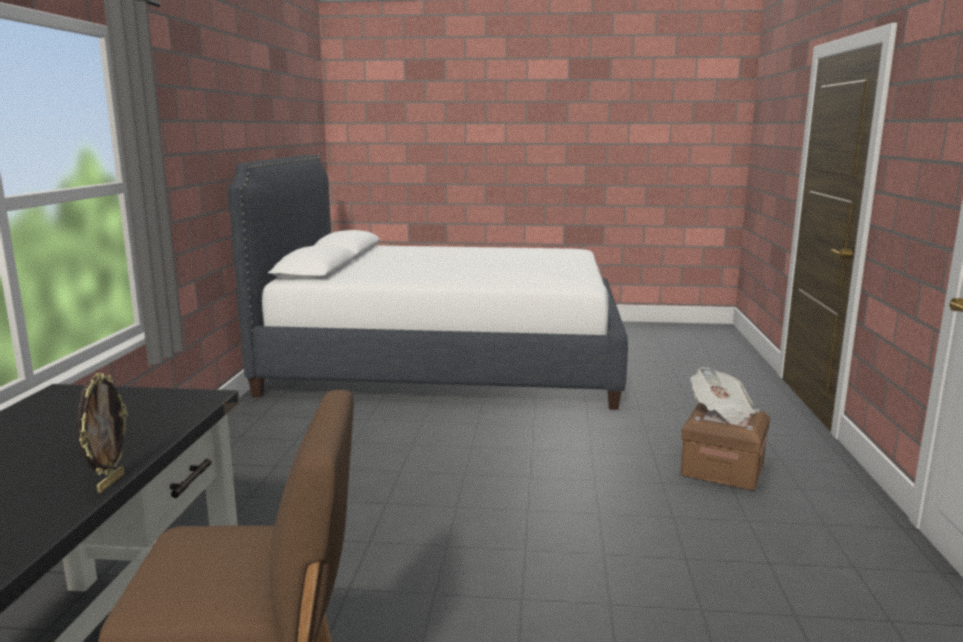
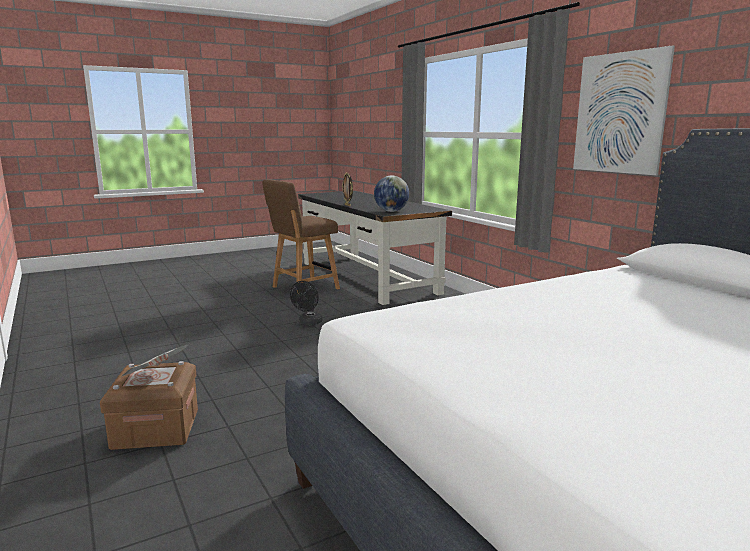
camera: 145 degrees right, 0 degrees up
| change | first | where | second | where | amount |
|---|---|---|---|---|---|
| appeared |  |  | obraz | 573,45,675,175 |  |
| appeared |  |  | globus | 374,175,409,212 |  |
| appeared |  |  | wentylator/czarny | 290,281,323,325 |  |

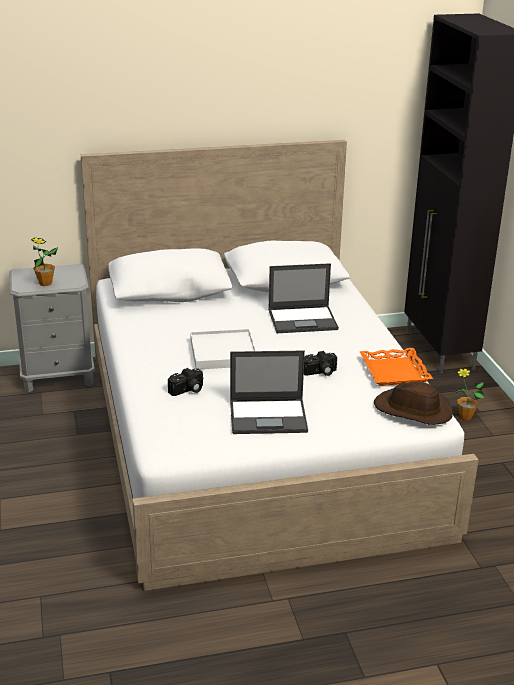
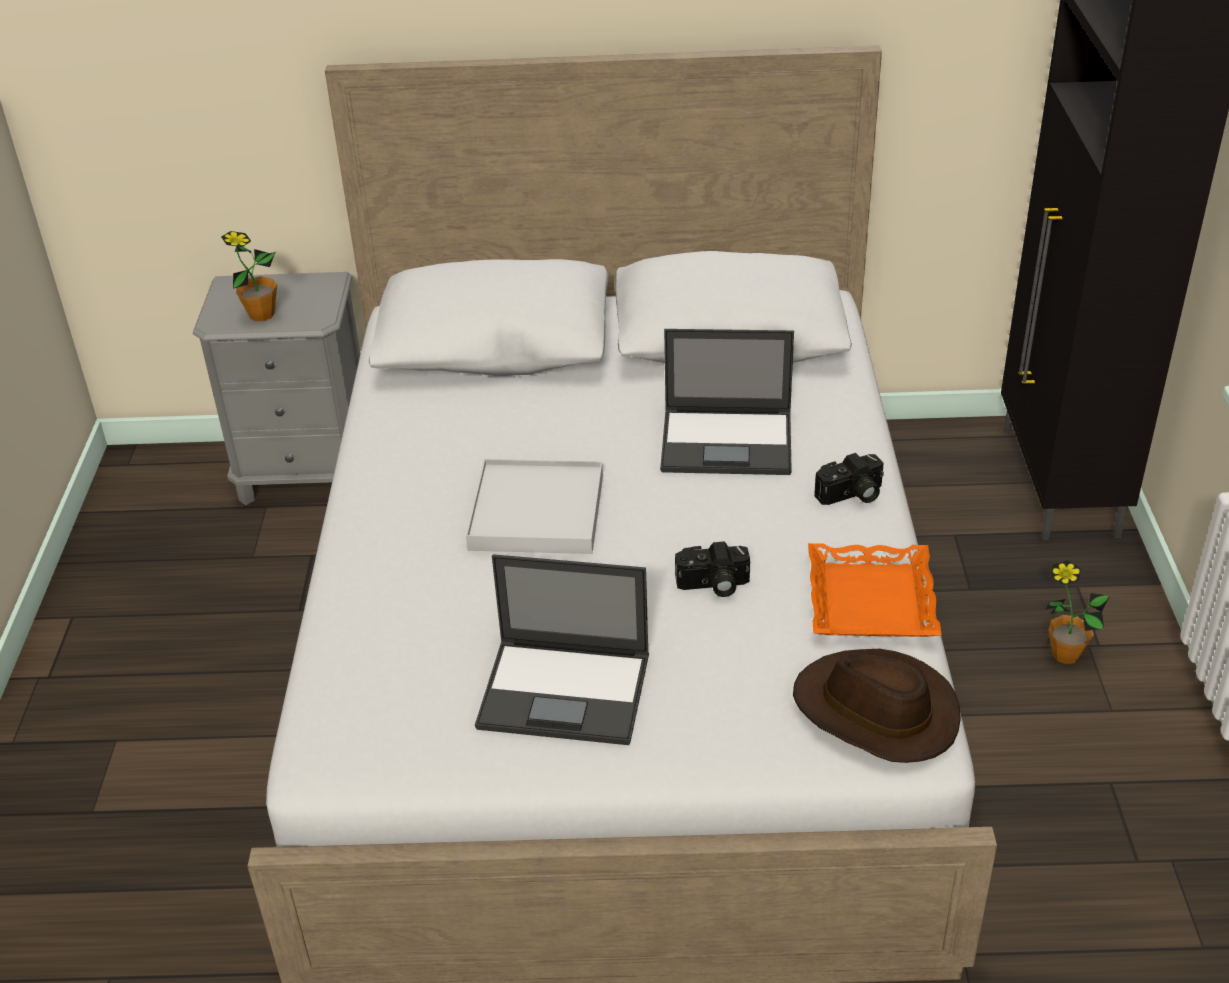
camera: 15 degrees right, 10 degrees up
| change | first | where | second | where | amount |
|---|---|---|---|---|---|
| relocated | aparat fotograficzny | 168,368,203,396 |  | 814,453,884,505 |  |

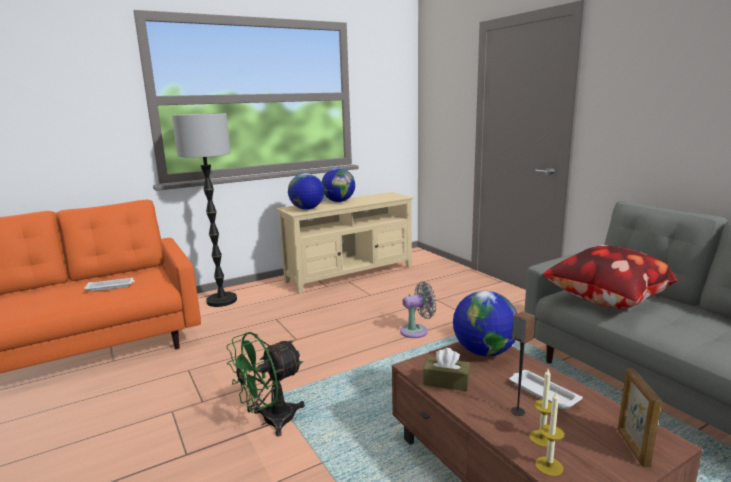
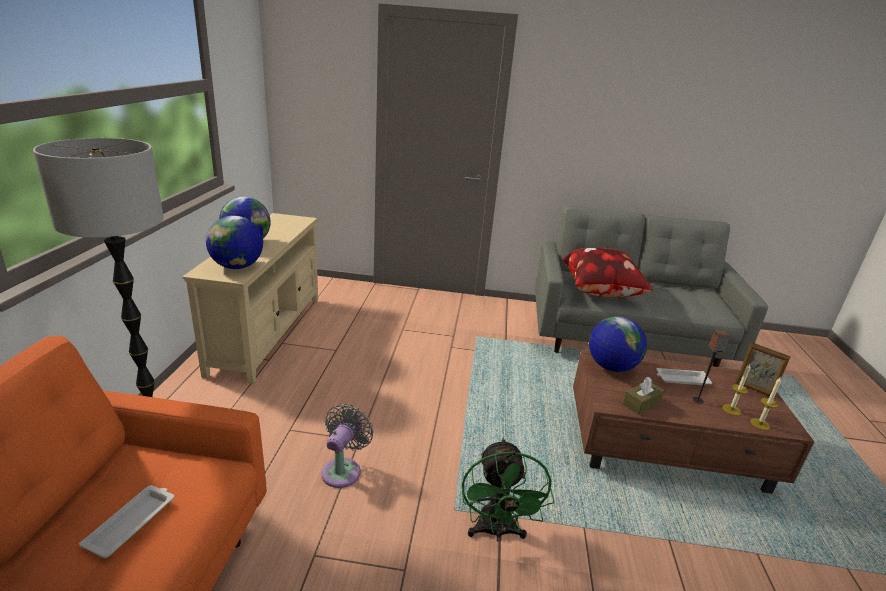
camera: 55 degrees left, 10 degrees up
| change | first | where | second | where | amount |
|---|---|---|---|---|---|
| relocated | wentylator/szary | 400,282,437,338 |  | 321,404,374,488 |  |

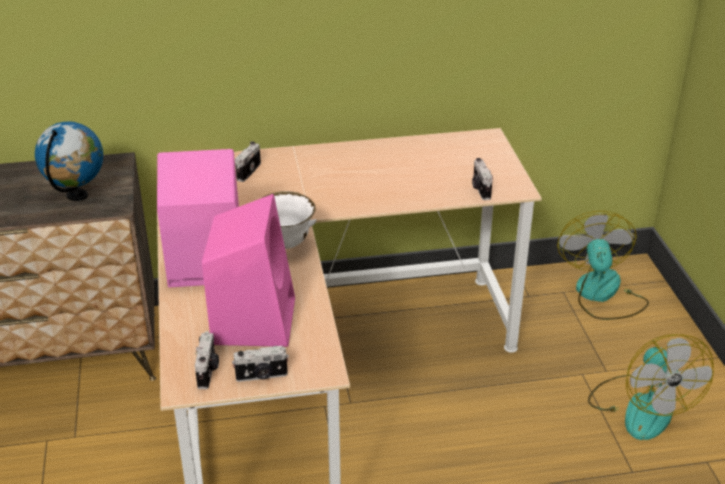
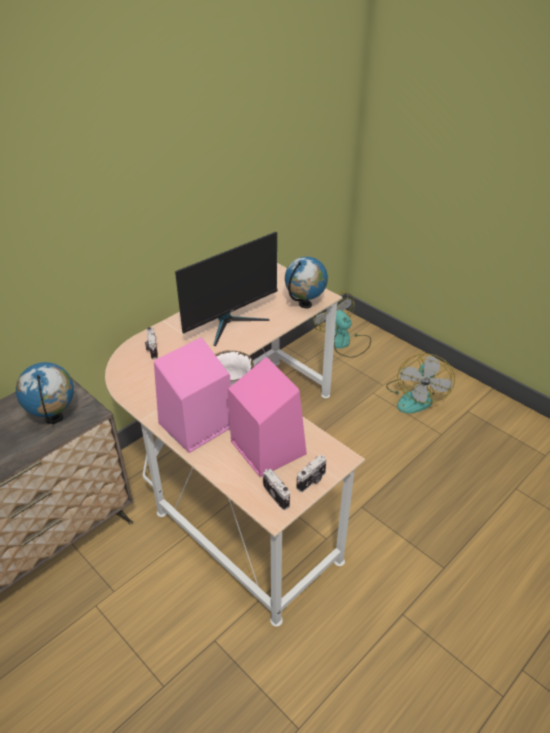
camera: 35 degrees left, 5 degrees up
| change | first | where | second | where | amount |
|---|---|---|---|---|---|
| exchanged | aparat fotograficzny | 472,158,493,200 | globus | 285,257,328,309 |  |
| spun | wentylator | 588,334,714,440 |  | 386,354,455,413 | 60 degrees clockwise |
| appeared |  |  | monitor | 175,232,277,346 |  |

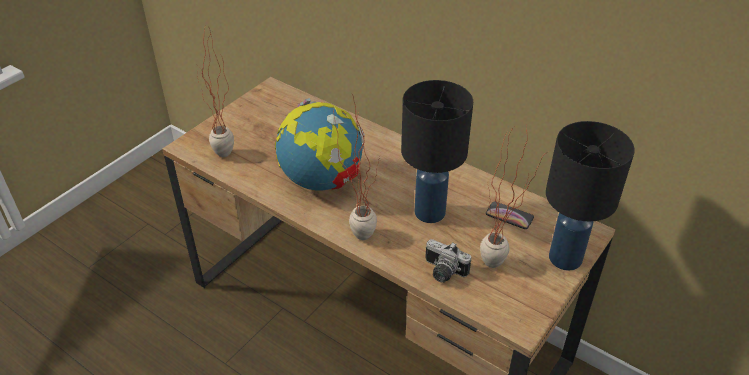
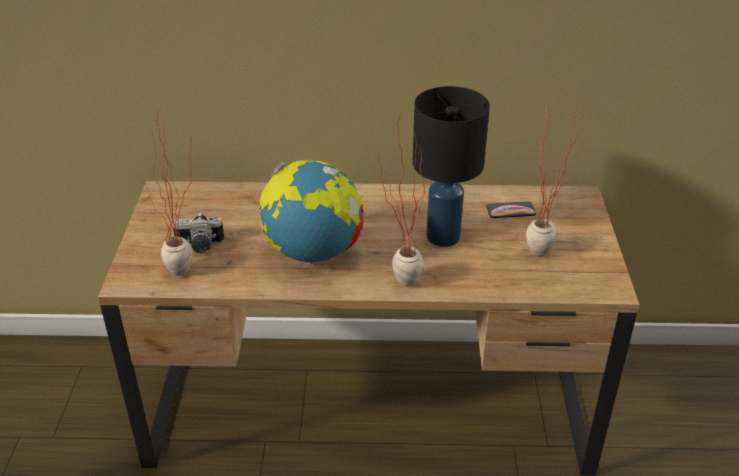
camera: 35 degrees left, 5 degrees down
| change | first | where | second | where | amount |
|---|---|---|---|---|---|
| missing | lampa stołowa/czarny | 546,121,635,271 |  |  |  |
| relocated | aparat fotograficzny | 425,239,471,283 |  | 173,212,224,254 |  |

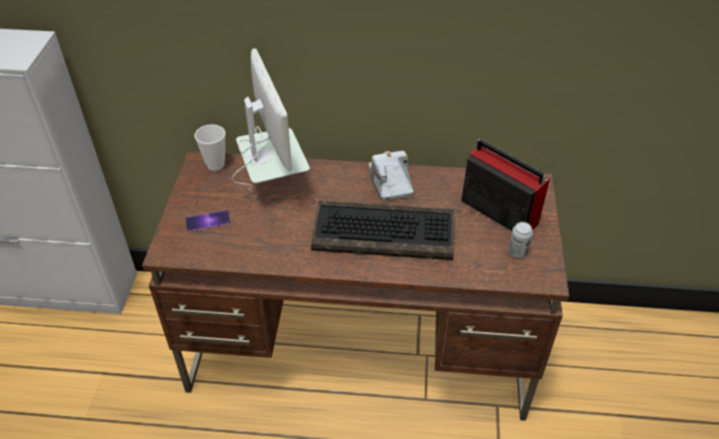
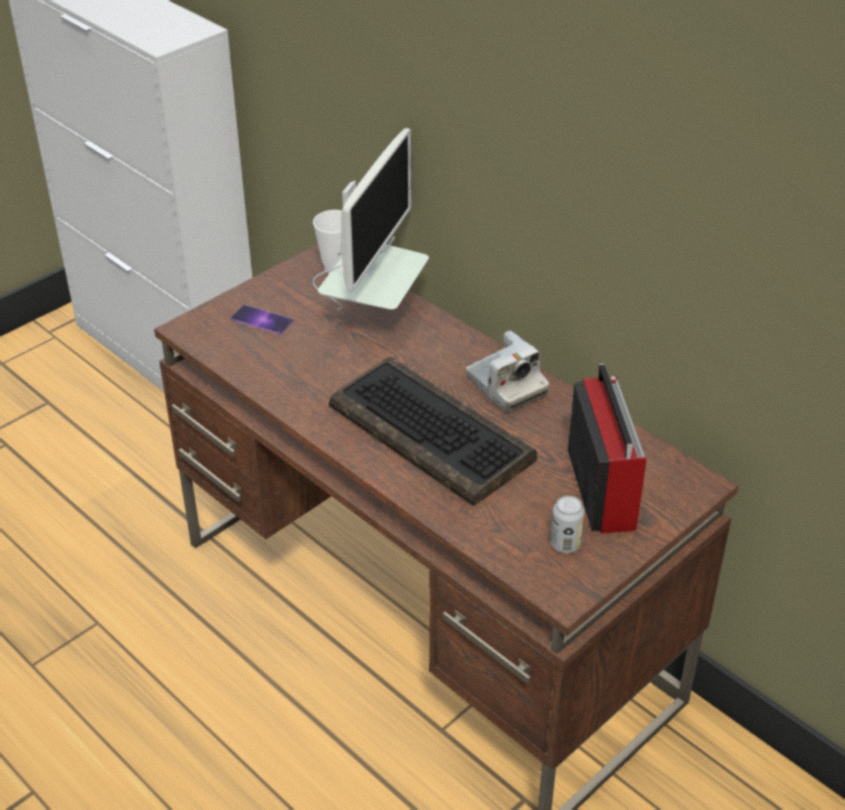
camera: 40 degrees right, 5 degrees down
| change | first | where | second | where | amount |
|---|---|---|---|---|---|
| spun | aparat fotograficzny | 369,151,413,201 |  | 466,330,549,413 | 120 degrees clockwise |

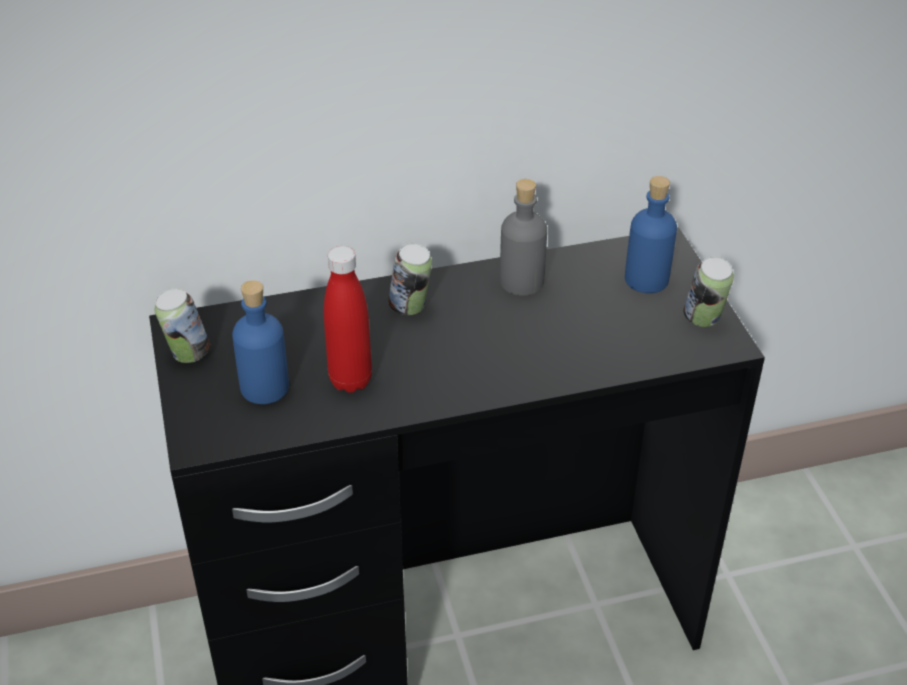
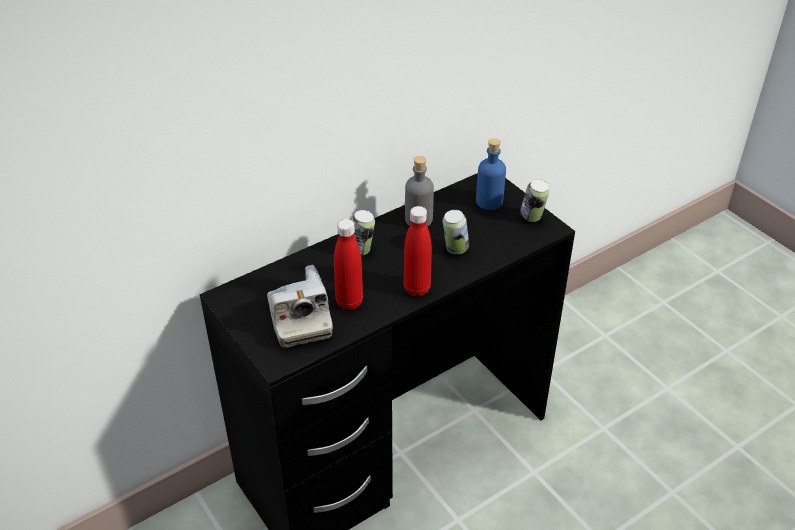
camera: 20 degrees left, 0 degrees up
| change | first | where | second | where | amount |
|---|---|---|---|---|---|
| exchanged | butelka/niebieski | 232,280,289,404 | aparat fotograficzny | 267,265,333,348 |  |
| relocated | puszka | 155,288,210,363 |  | 443,210,469,254 |  |
| appeared |  |  | butelka/czerwony | 404,206,432,296 |  |

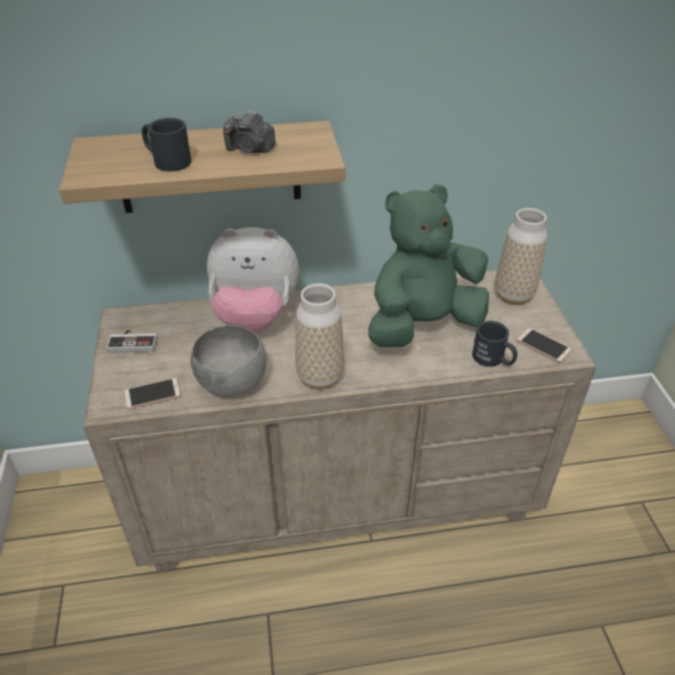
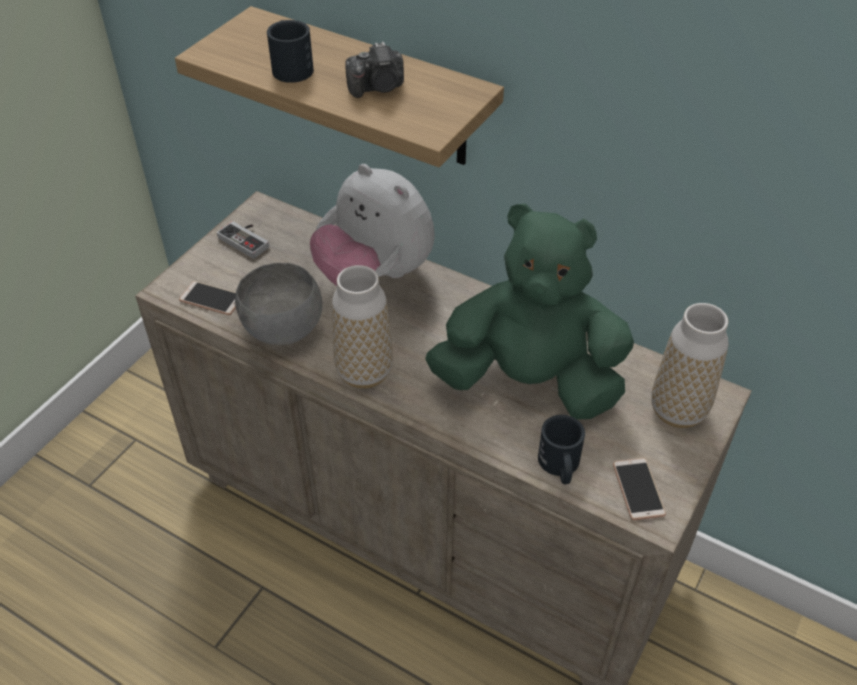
camera: 40 degrees right, 5 degrees up
| change | first | where | second | where | amount |
|---|---|---|---|---|---|
| spun | aparat fotograficzny | 223,111,276,153 |  | 345,42,404,98 | 75 degrees counterclockwise |

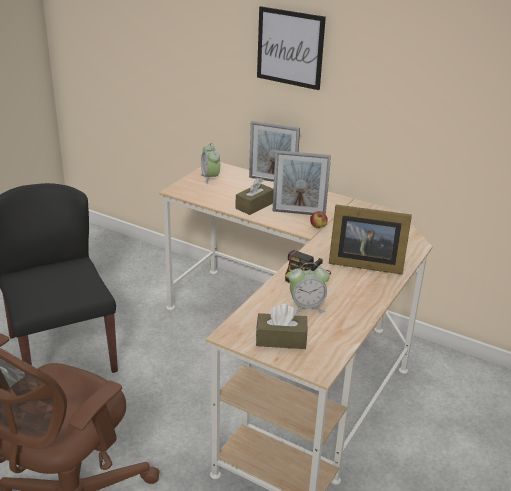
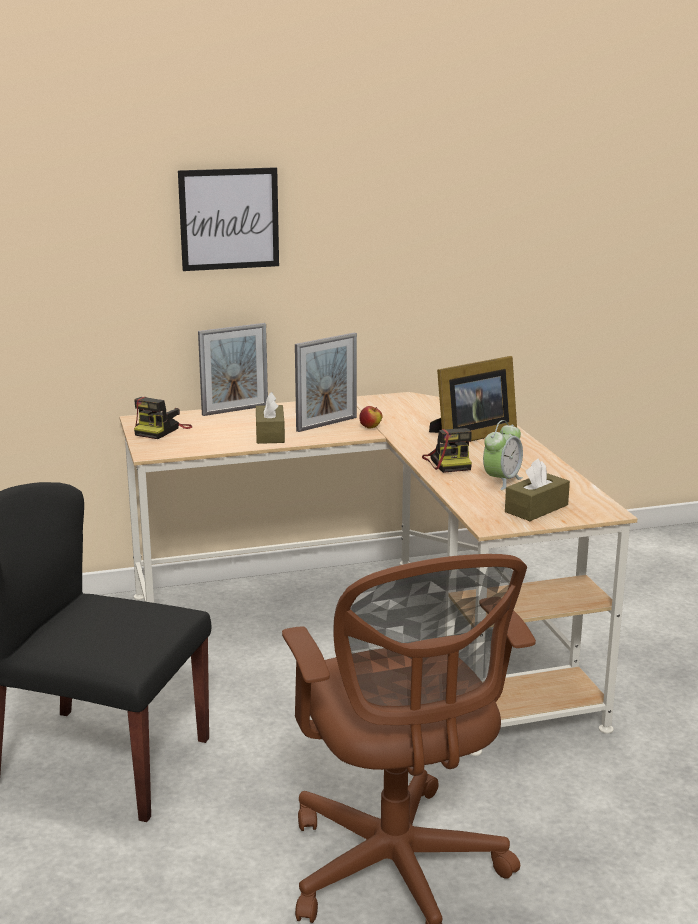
camera: 45 degrees left, 10 degrees down
| change | first | where | second | where | amount |
|---|---|---|---|---|---|
| exchanged | budzik | 200,143,220,184 | aparat fotograficzny | 134,397,192,439 |  |

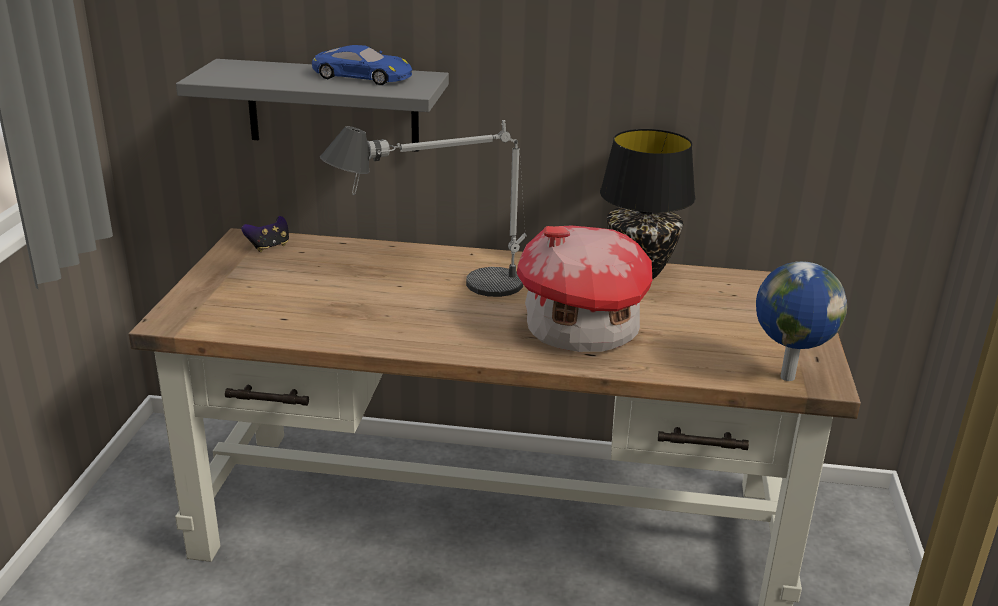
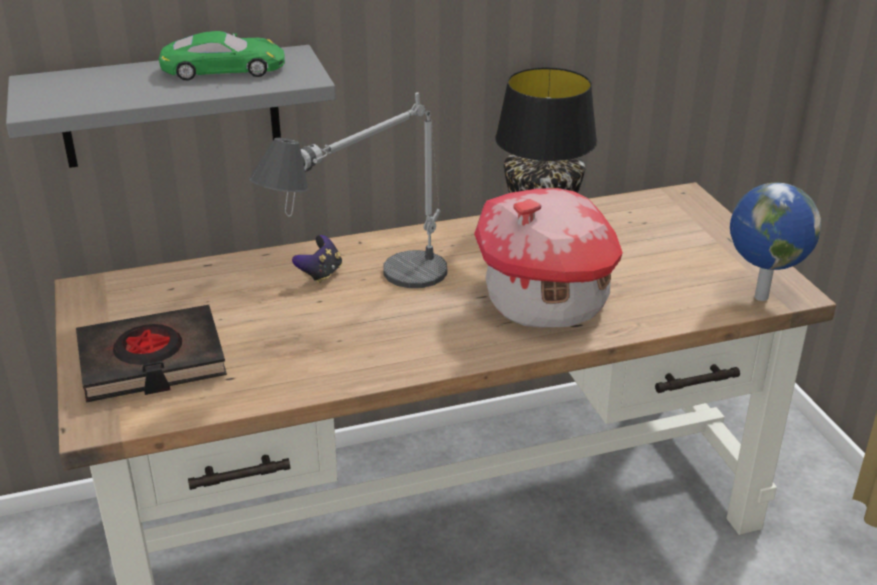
camera: 25 degrees left, 5 degrees up
| change | first | where | second | where | amount |
|---|---|---|---|---|---|
| colour | samochodzik/niebieski | 312,45,412,85 | samochodzik/zielony | 159,31,285,80 |  |
| relocated | pad do gier | 241,216,289,252 |  | 292,235,342,283 |  |
| appeared |  |  | książka/czarny | 76,305,227,403 |  |

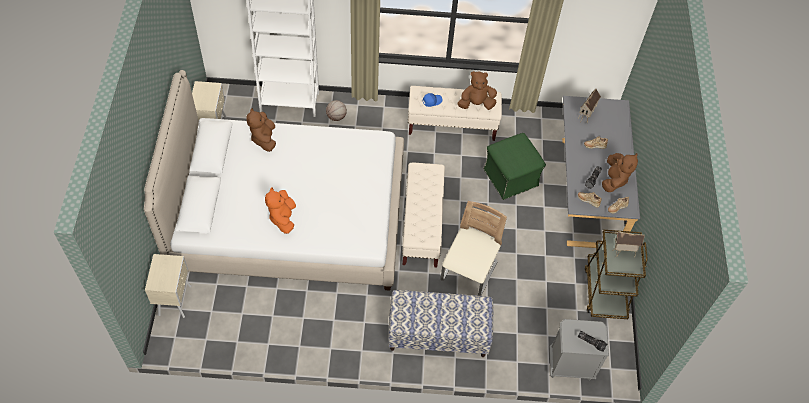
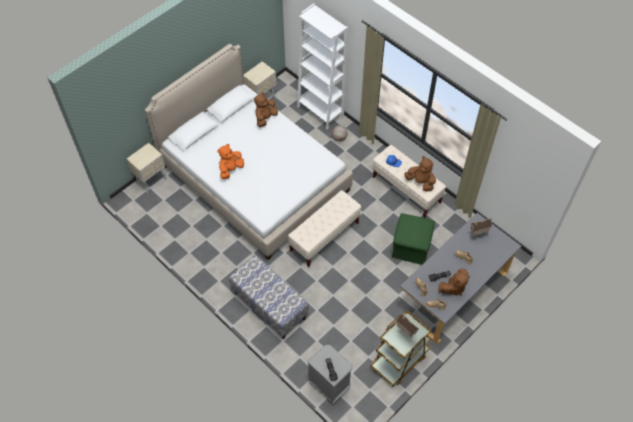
camera: 45 degrees right, 0 degrees up
| change | first | where | second | where | amount |
|---|---|---|---|---|---|
| missing | krzesło/beżowy | 440,201,507,296 |  |  |  |

